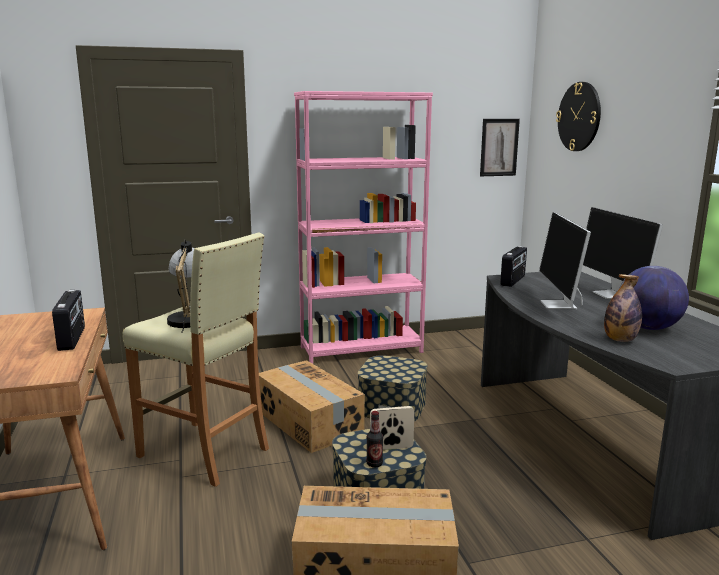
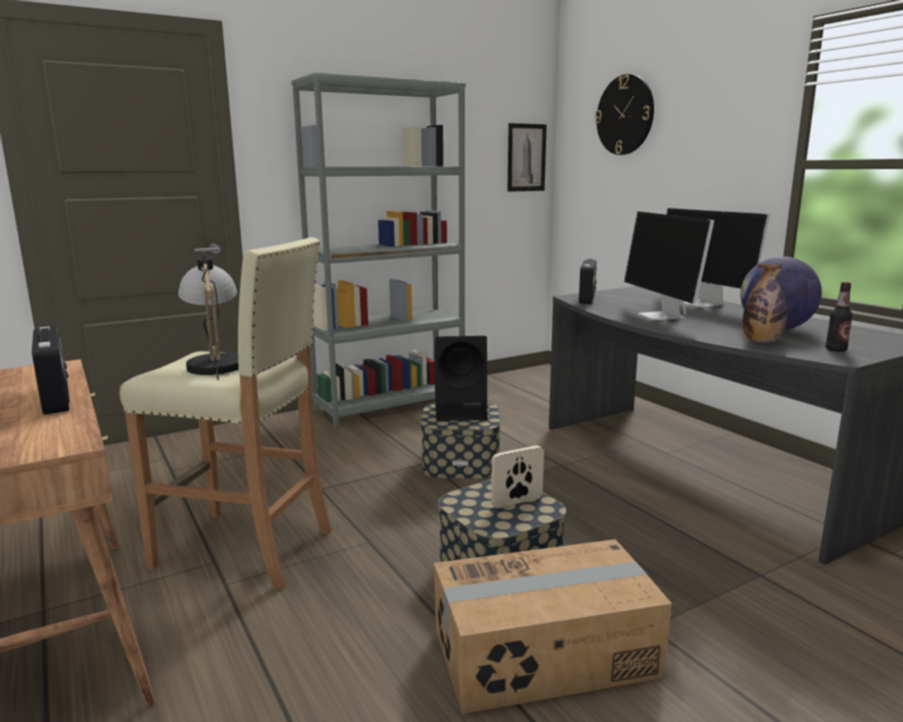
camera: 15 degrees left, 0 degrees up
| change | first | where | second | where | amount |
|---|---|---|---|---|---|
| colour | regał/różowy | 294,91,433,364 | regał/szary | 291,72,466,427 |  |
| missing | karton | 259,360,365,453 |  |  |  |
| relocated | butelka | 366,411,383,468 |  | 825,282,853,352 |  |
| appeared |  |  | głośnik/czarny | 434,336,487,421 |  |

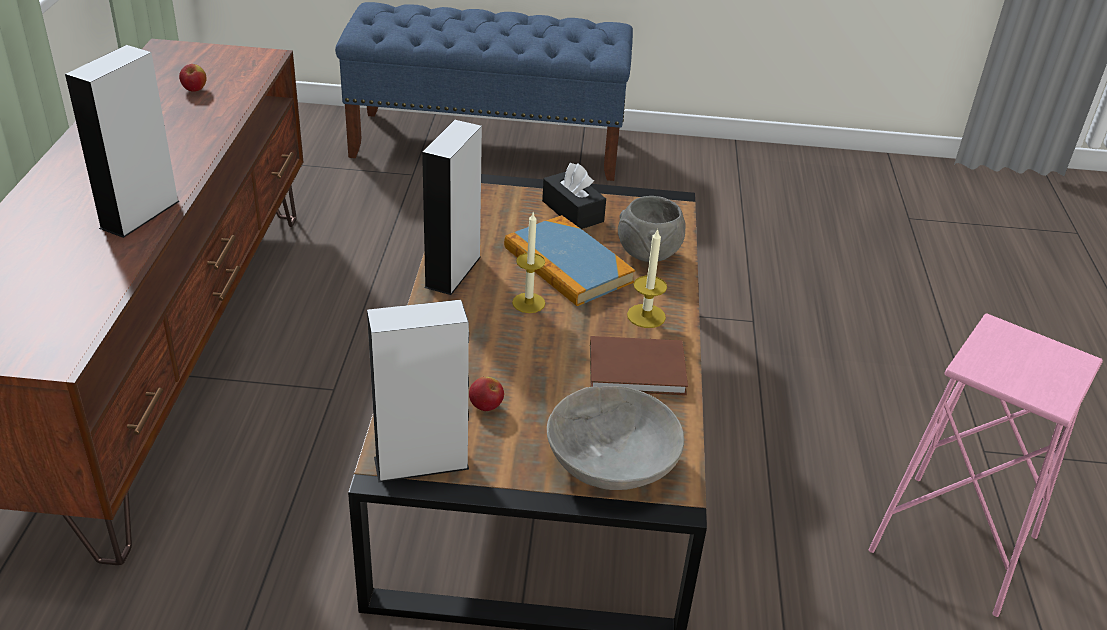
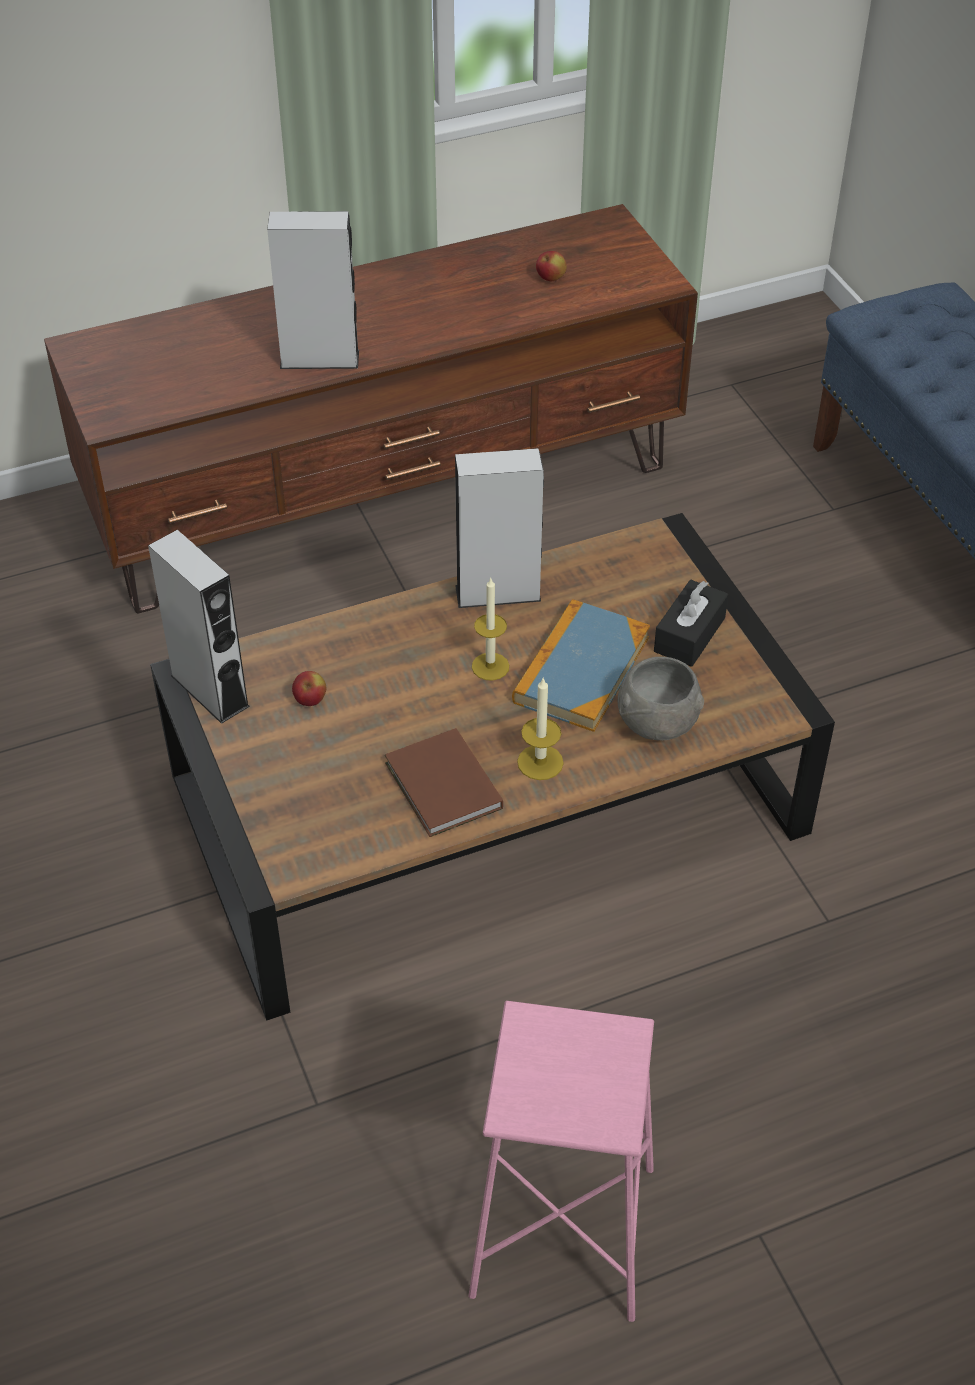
camera: 65 degrees right, 10 degrees up
| change | first | where | second | where | amount |
|---|---|---|---|---|---|
| missing | miska/szary | 547,386,684,490 |  |  |  |

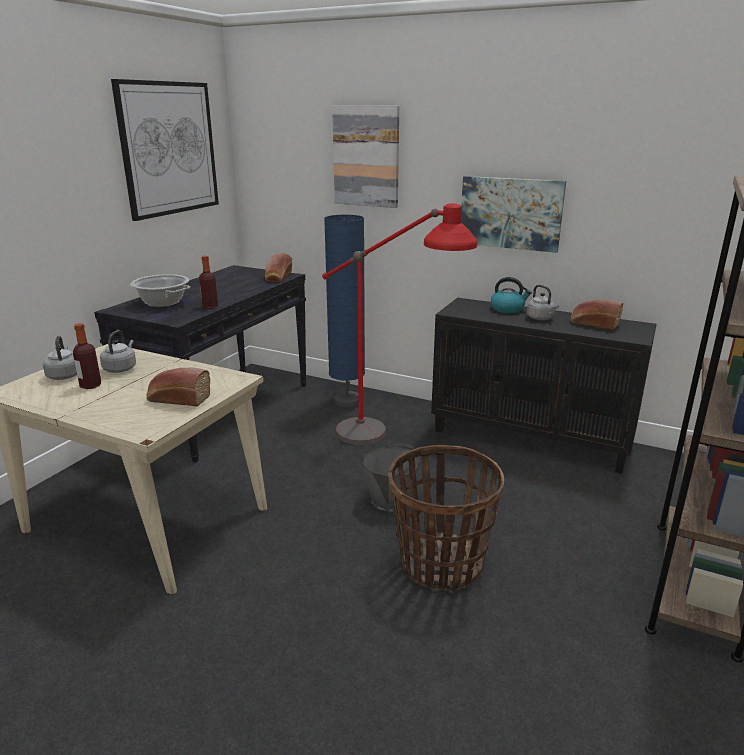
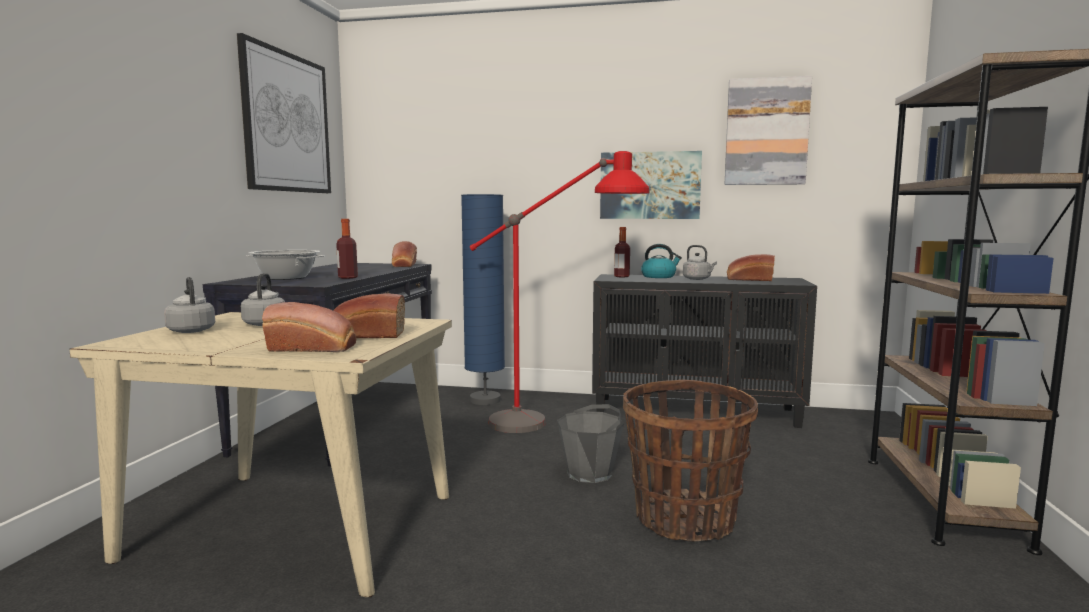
camera: 15 degrees left, 15 degrees down
| change | first | where | second | where | amount |
|---|---|---|---|---|---|
| relocated | obraz | 332,106,399,208 |  | 724,76,812,185 |  |
| relocated | butelka | 73,323,101,389 |  | 614,227,630,277 |  |
| appeared |  |  | chleb | 262,302,357,352 |  |

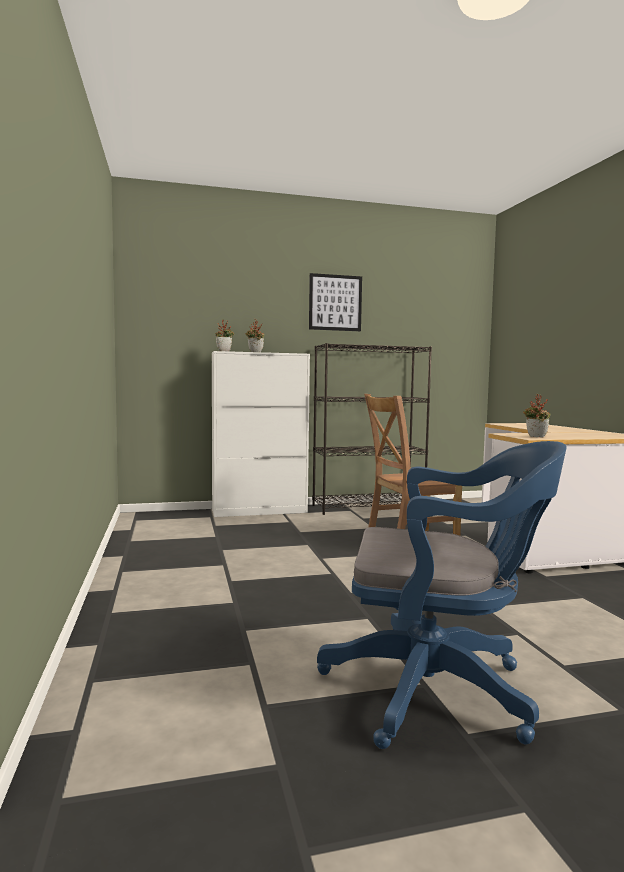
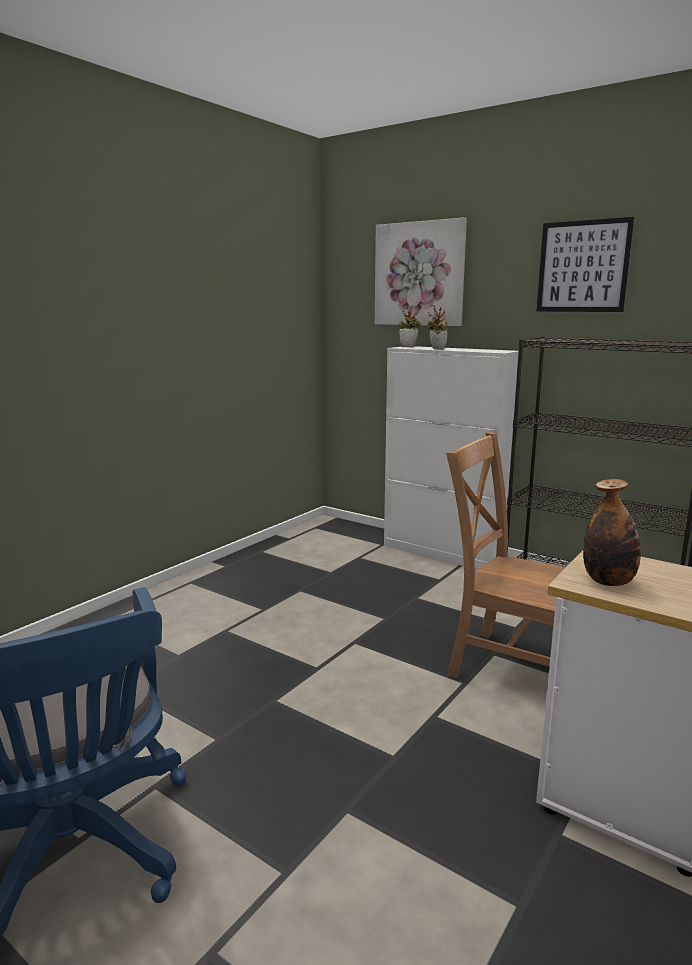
camera: 50 degrees right, 10 degrees up
| change | first | where | second | where | amount |
|---|---|---|---|---|---|
| exchanged | roślina doniczkowa | 523,394,551,437 | butelka | 583,479,641,586 |  |
| appeared |  |  | obraz | 375,217,467,326 |  |

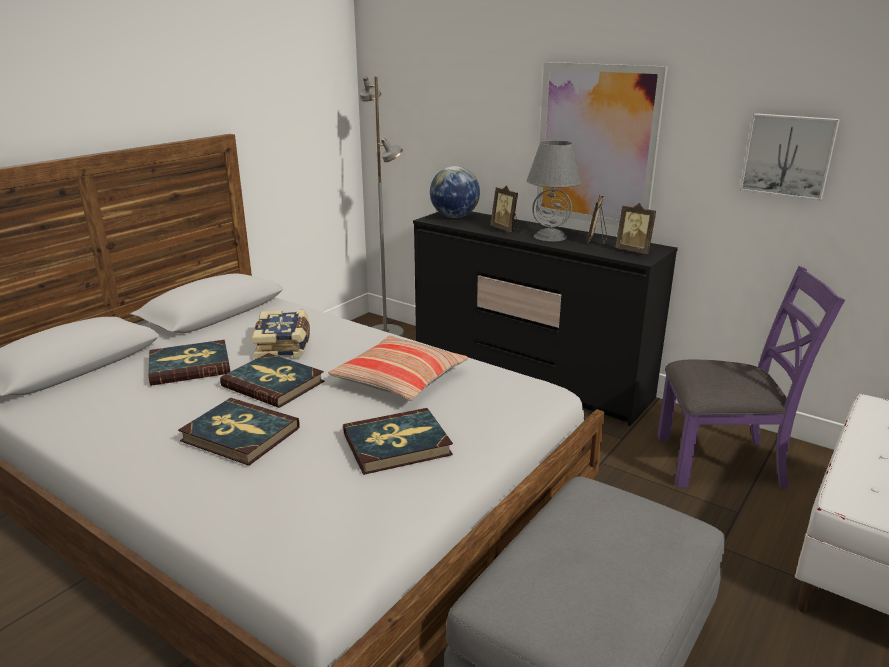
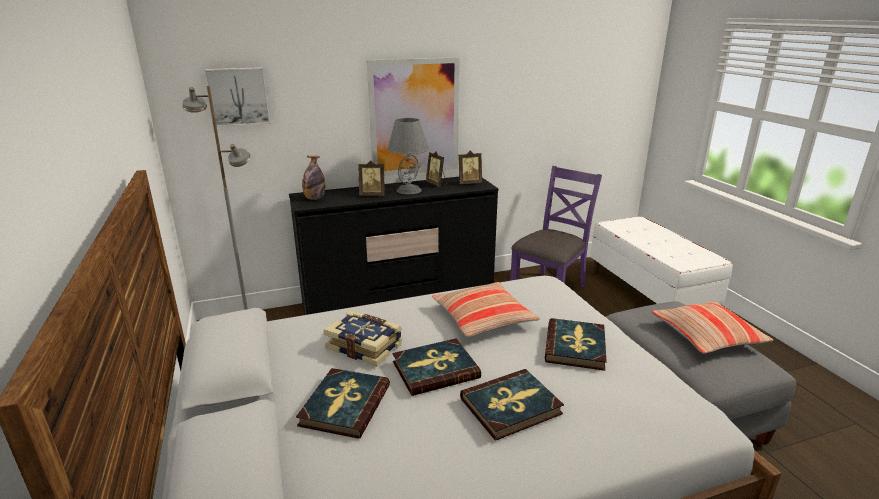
camera: 55 degrees left, 0 degrees up
| change | first | where | second | where | amount |
|---|---|---|---|---|---|
| relocated | obraz | 740,113,840,201 |  | 204,67,270,127 |  |
| exchanged | globus | 430,166,480,218 | butelka | 302,155,325,200 |  |
| appeared |  |  | poduszka | 651,301,773,353 |  |

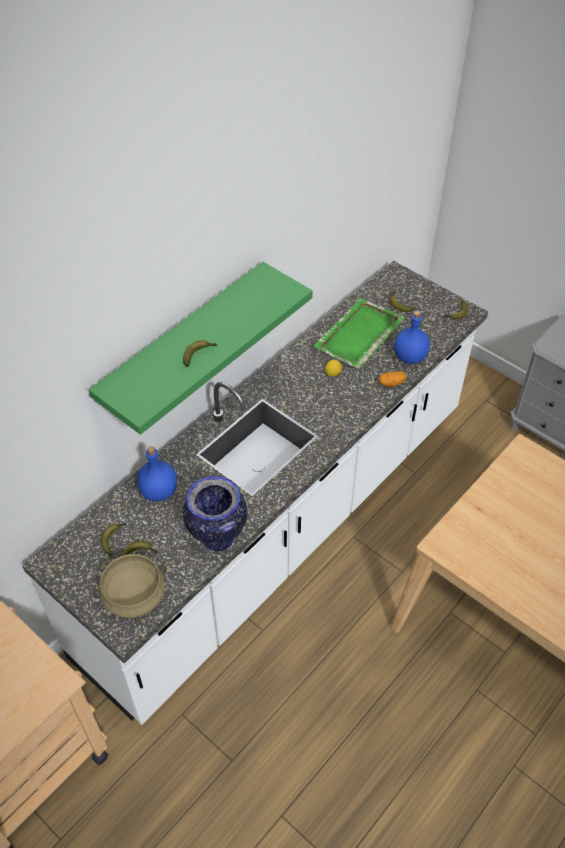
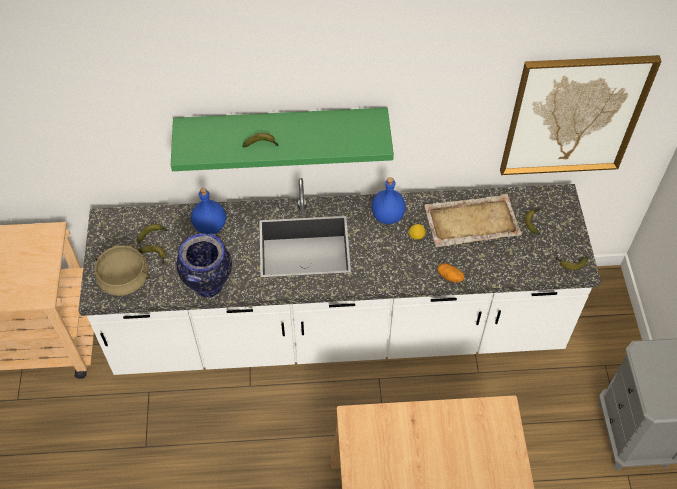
camera: 45 degrees right, 5 degrees up
| change | first | where | second | where | amount |
|---|---|---|---|---|---|
| colour | taca/zielony | 313,298,405,369 | taca/beżowy | 424,194,522,247 |  |
| relocated | butelka/niebieski | 394,311,430,364 |  | 372,177,405,224 |  |
| appeared |  |  | obraz | 500,55,662,175 |  |

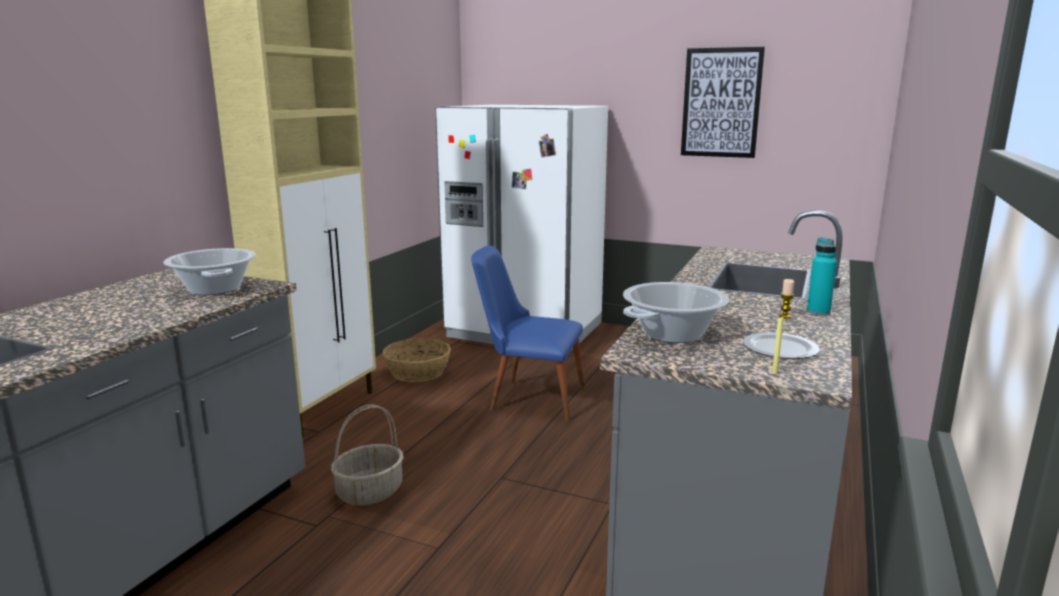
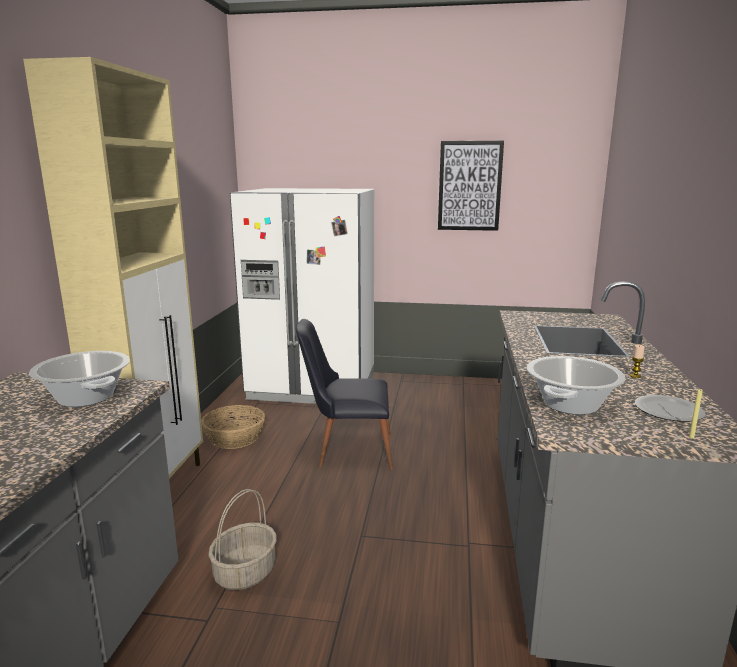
camera: 15 degrees left, 0 degrees up
| change | first | where | second | where | amount |
|---|---|---|---|---|---|
| missing | butelka/turkusowy | 807,238,837,315 |  |  |  |
| colour | krzesło/niebieski | 471,245,585,421 | krzesło/czarny | 296,319,393,470 |  |

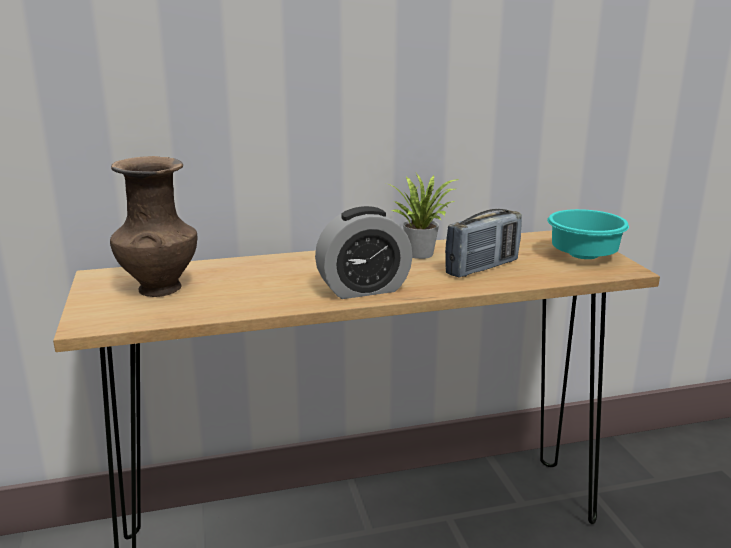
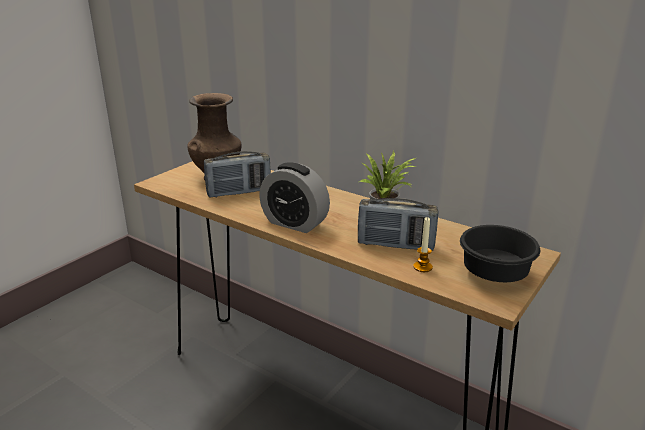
camera: 50 degrees right, 5 degrees up
| change | first | where | second | where | amount |
|---|---|---|---|---|---|
| colour | miska/turkusowy | 547,209,629,259 | miska/czarny | 460,225,541,282 |  |
| appeared |  |  | radio | 204,151,271,198 |  |
| appeared |  |  | świeca | 413,217,433,272 |  |

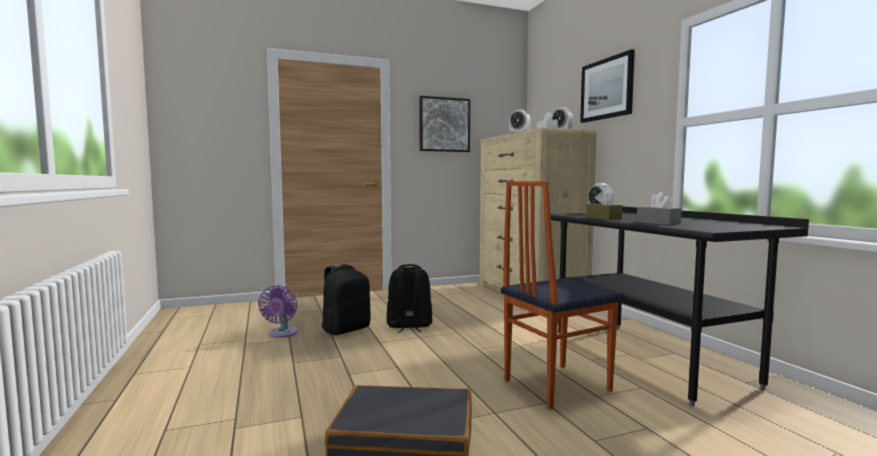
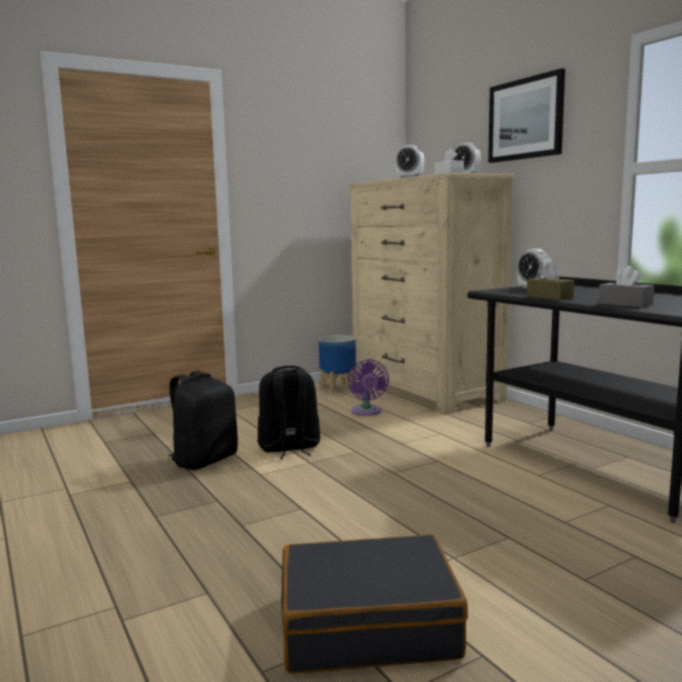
camera: 10 degrees left, 5 degrees up
| change | first | where | second | where | amount |
|---|---|---|---|---|---|
| missing | obraz | 419,96,470,152 |  |  |  |
| missing | krzesło | 501,181,626,409 |  |  |  |
| relocated | wentylator/fioletowy | 258,285,298,338 |  | 347,359,389,416 |  |
| appeared |  |  | donica | 318,335,356,394 |  |

